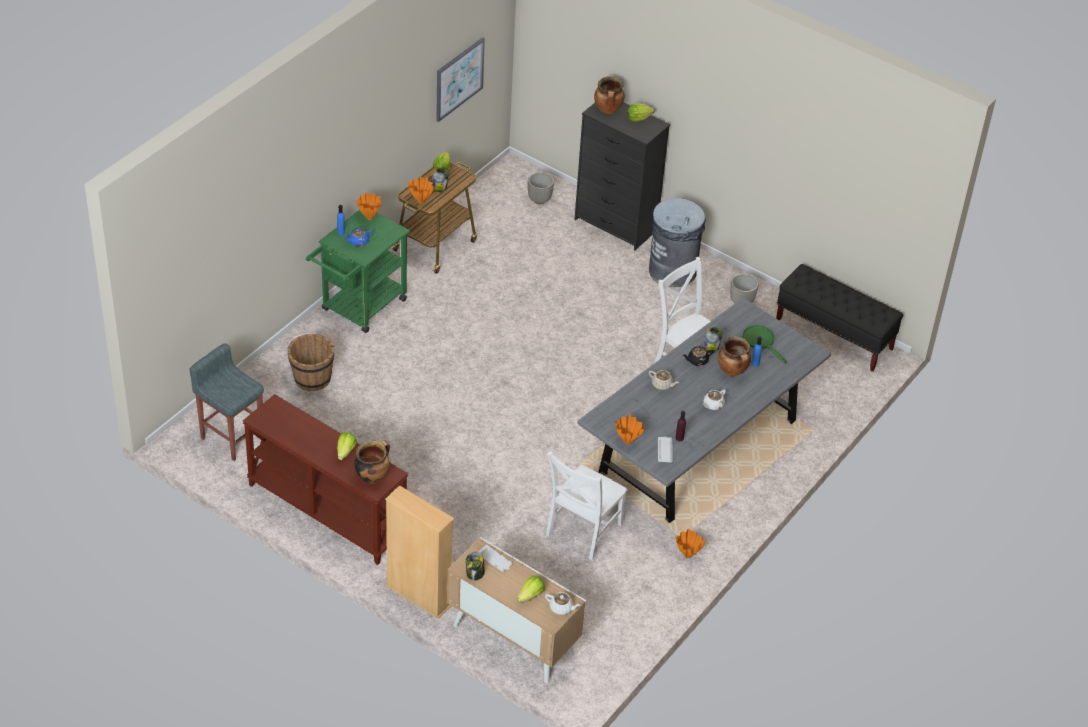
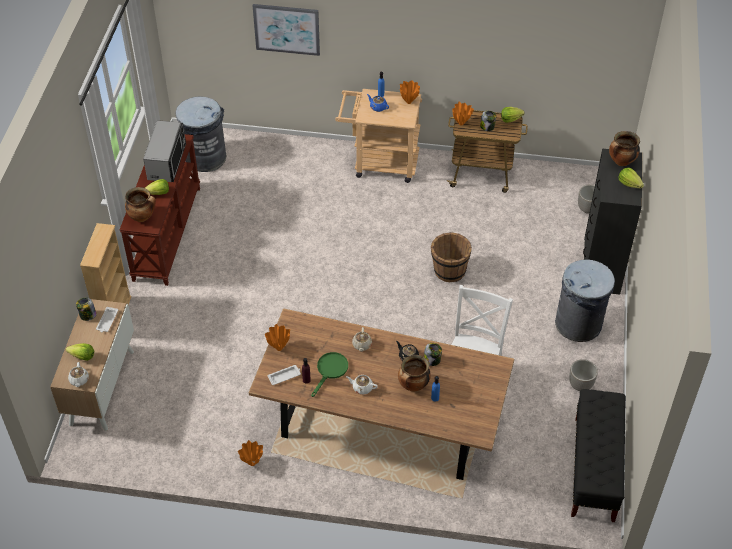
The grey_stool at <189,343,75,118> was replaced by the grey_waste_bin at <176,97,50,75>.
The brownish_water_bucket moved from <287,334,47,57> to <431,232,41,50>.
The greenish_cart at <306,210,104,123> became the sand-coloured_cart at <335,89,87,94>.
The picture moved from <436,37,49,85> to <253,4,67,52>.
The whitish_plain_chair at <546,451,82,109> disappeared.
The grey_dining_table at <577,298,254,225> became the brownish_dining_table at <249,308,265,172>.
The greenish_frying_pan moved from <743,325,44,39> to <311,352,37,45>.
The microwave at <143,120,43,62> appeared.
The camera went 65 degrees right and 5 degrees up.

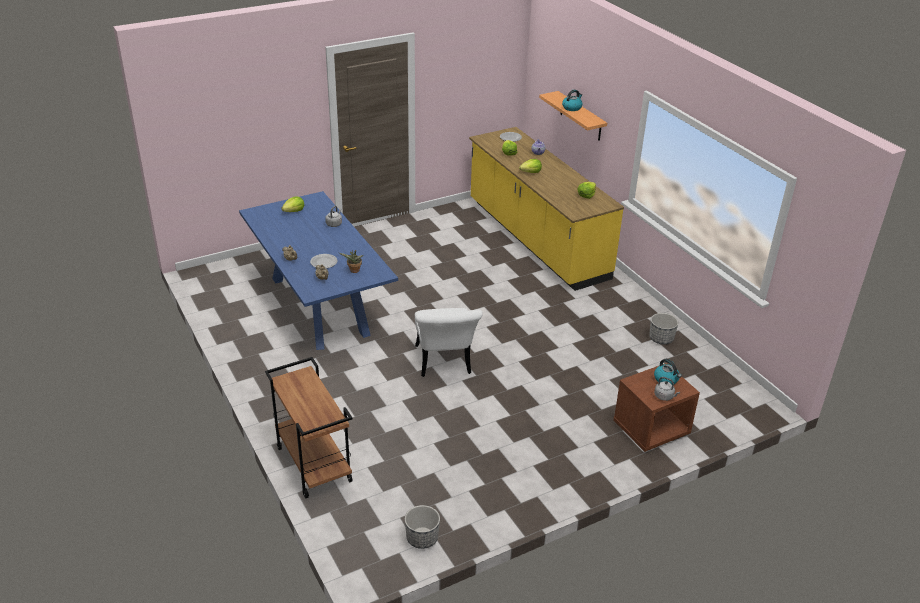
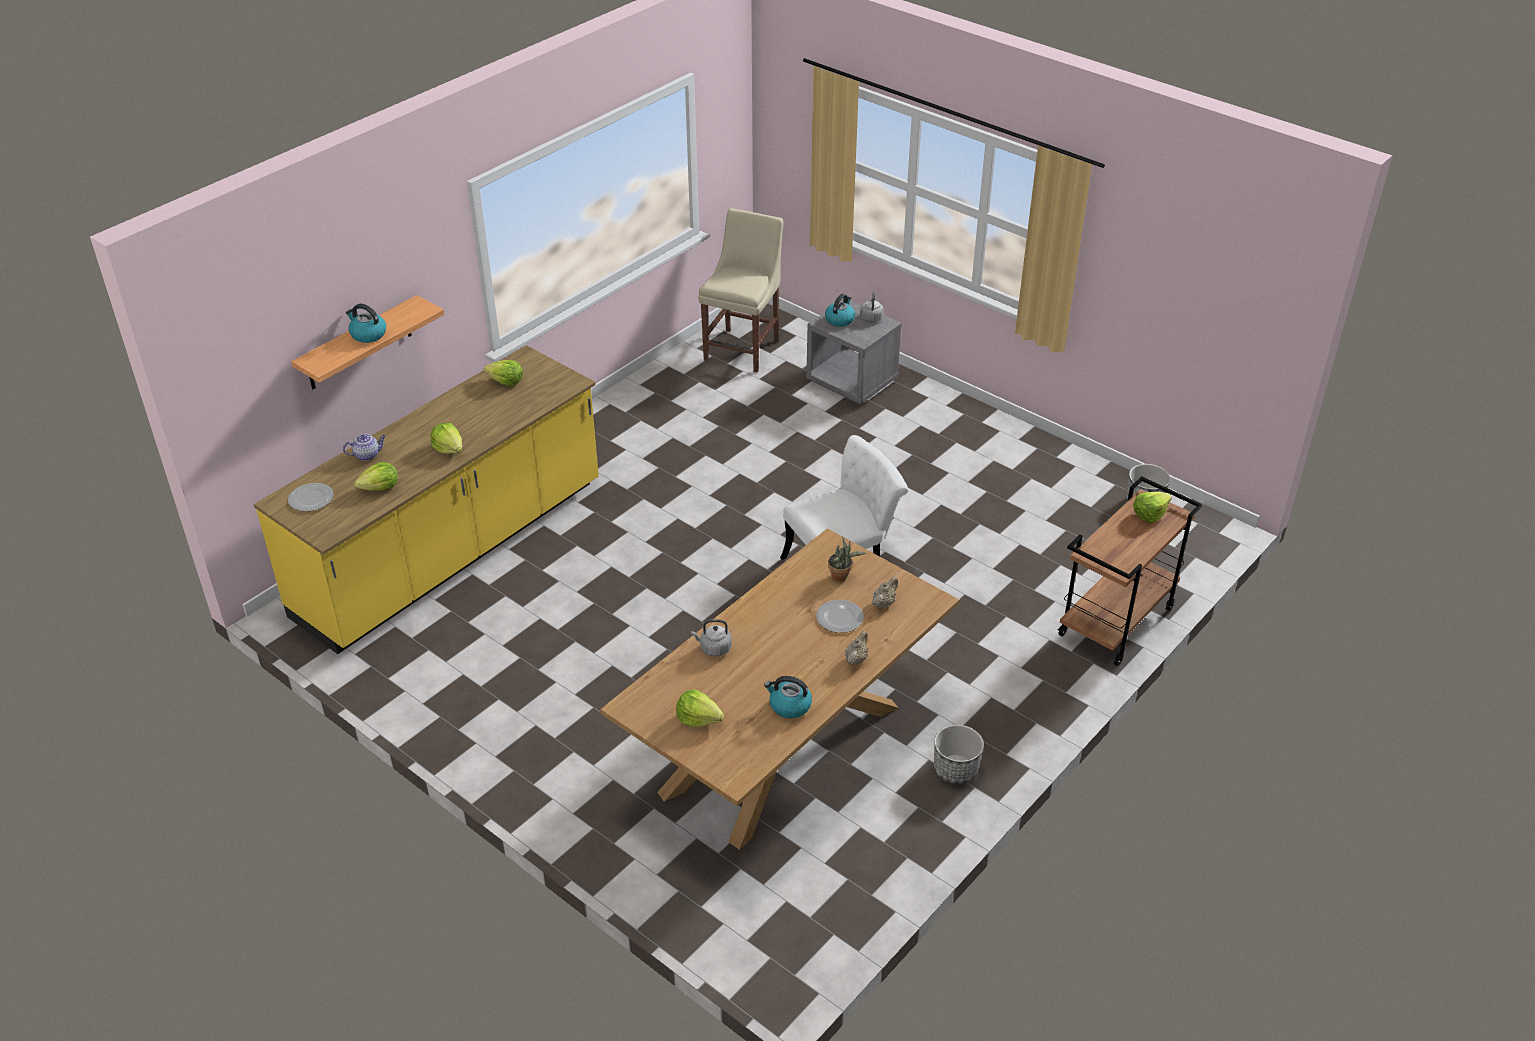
The bluish_dining_table at <239,191,159,159> became the brownish_dining_table at <600,528,359,322>.
The brownish_nightstand at <613,363,87,89> became the grey_nightstand at <806,300,96,104>.
The plant_pot moved from <649,313,29,31> to <934,725,50,59>.
The sand-coloured_plain_chair at <698,208,85,165> appeared.
The water_kettle at <764,676,48,43> appeared.
The lettuce at <1133,492,39,31> appeared.
The camera went 110 degrees left and 5 degrees up.

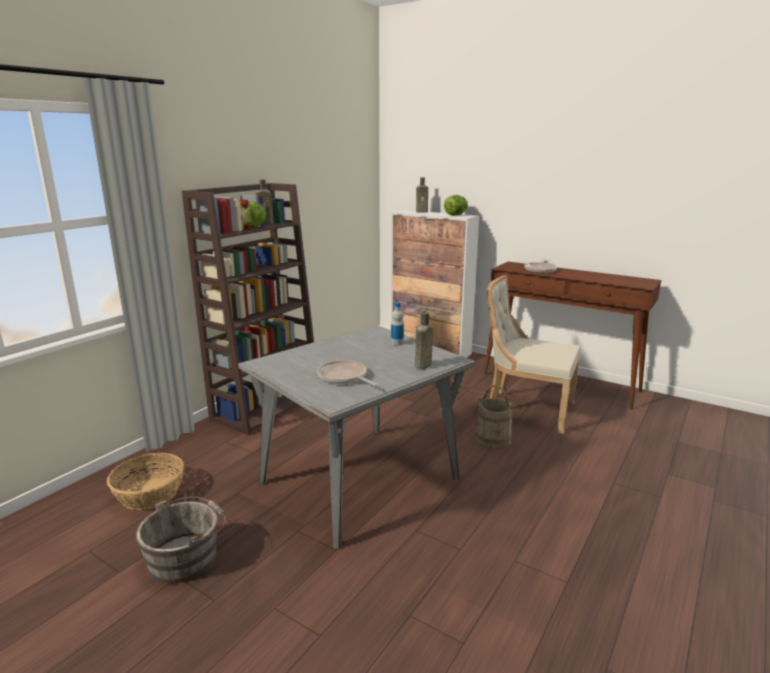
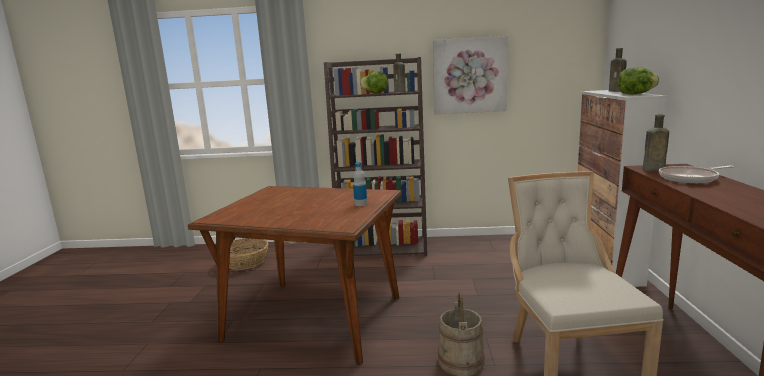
The grey_water_bucket at <136,497,90,87> disappeared.
The grey_dining_table at <238,325,238,224> became the brownish_dining_table at <188,186,214,179>.
The frying_pan at <317,360,61,26> disappeared.
The brownish_drink_bottle moved from <415,311,18,59> to <643,114,26,58>.
The picture at <433,36,75,78> appeared.
The camera went 60 degrees right and 5 degrees down.

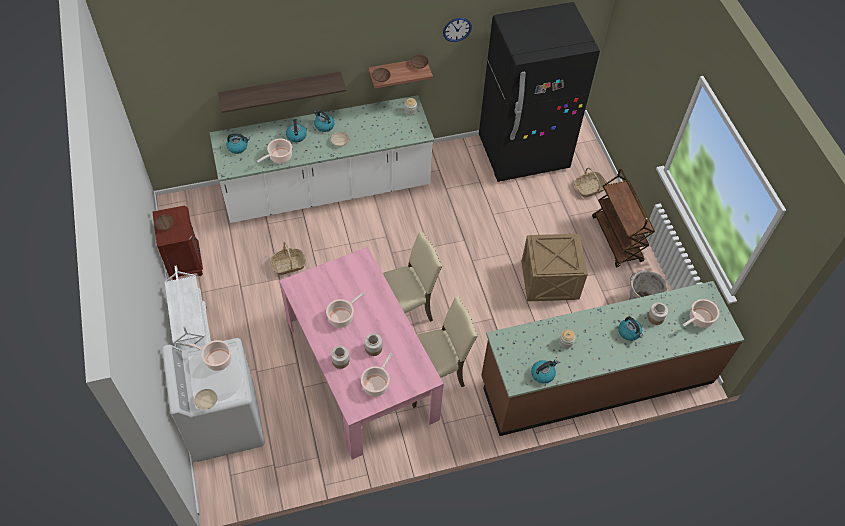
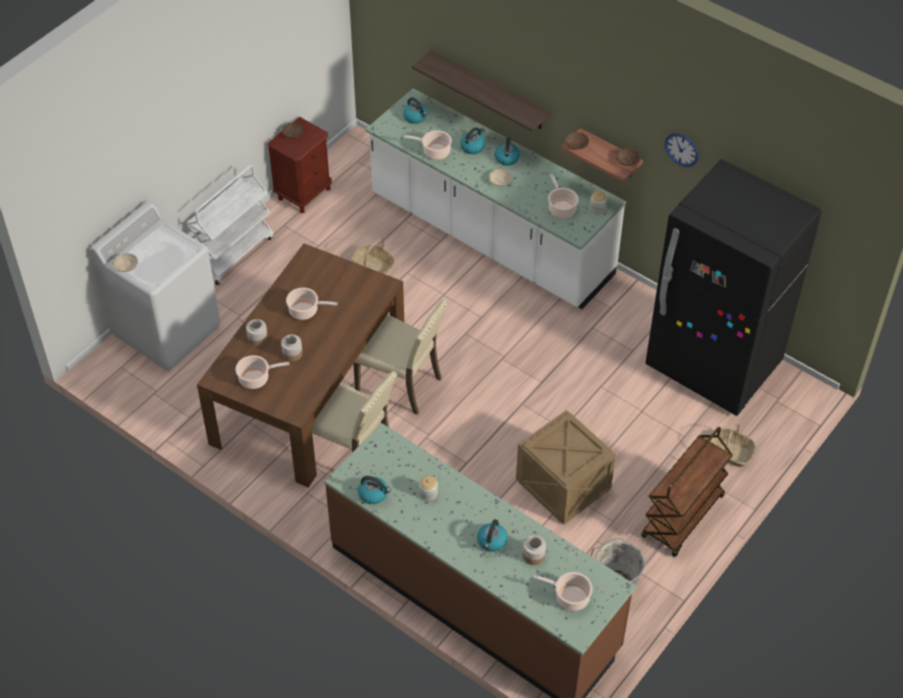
The cooking_pot moved from <186,340,45,31> to <548,174,31,44>.
The pinkish_dining_table at <279,247,165,213> became the brownish_dining_table at <197,243,207,245>.
The camera went 55 degrees right and 5 degrees down.

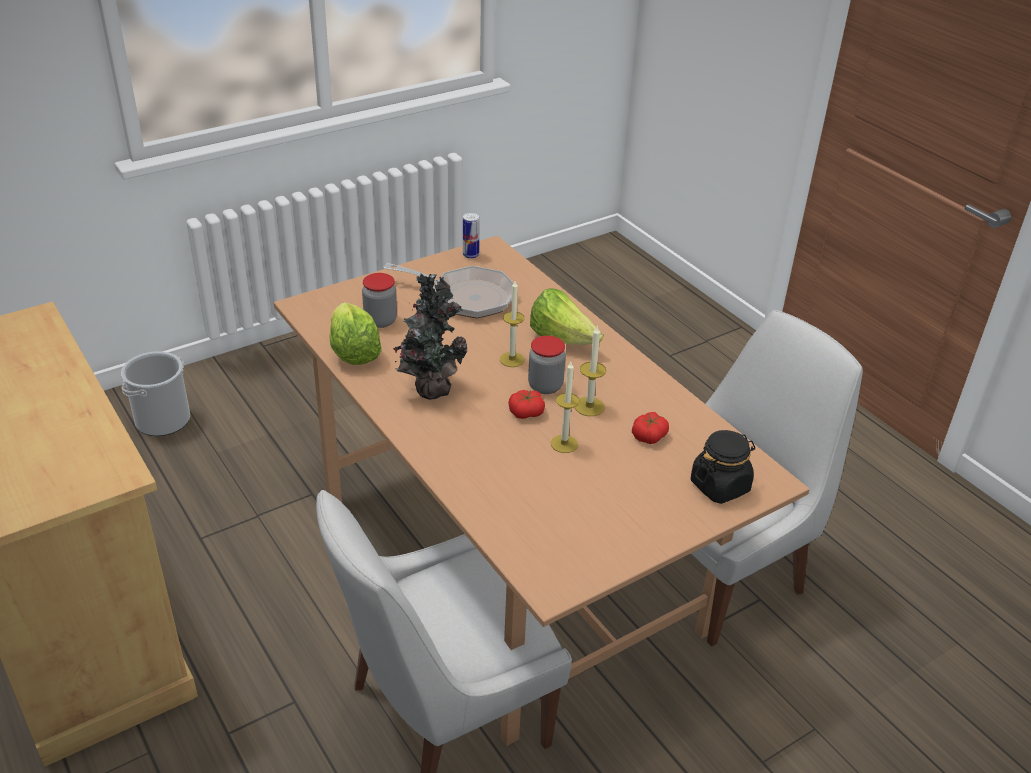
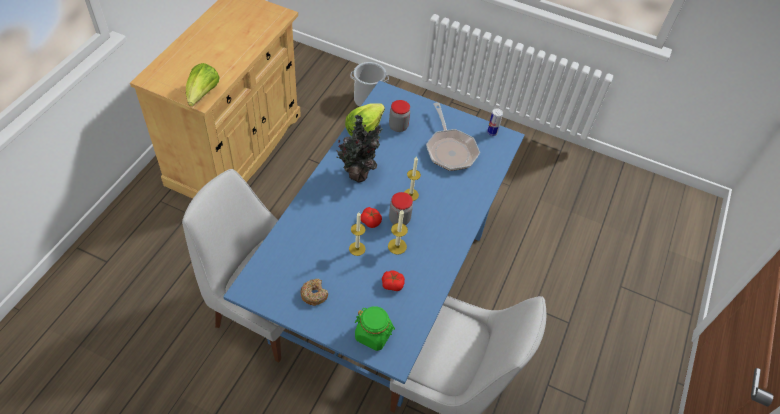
The brownish_dining_table at <274,236,536,510> became the bluish_dining_table at <223,81,302,326>.
The lettuce moved from <530,288,73,57> to <186,63,34,43>.
The black_preserve_jar at <691,430,64,74> became the greenish_preserve_jar at <355,306,40,45>.
The donut at <300,279,28,27> appeared.
The camera went 55 degrees right and 15 degrees up.

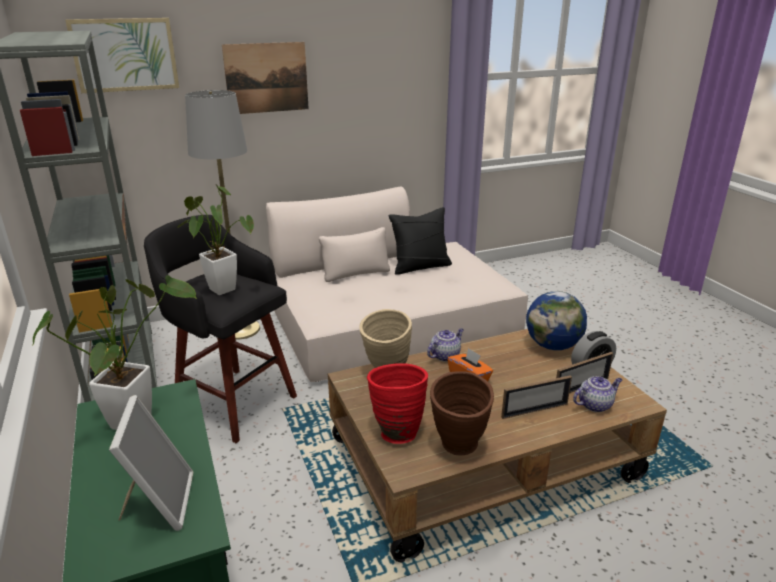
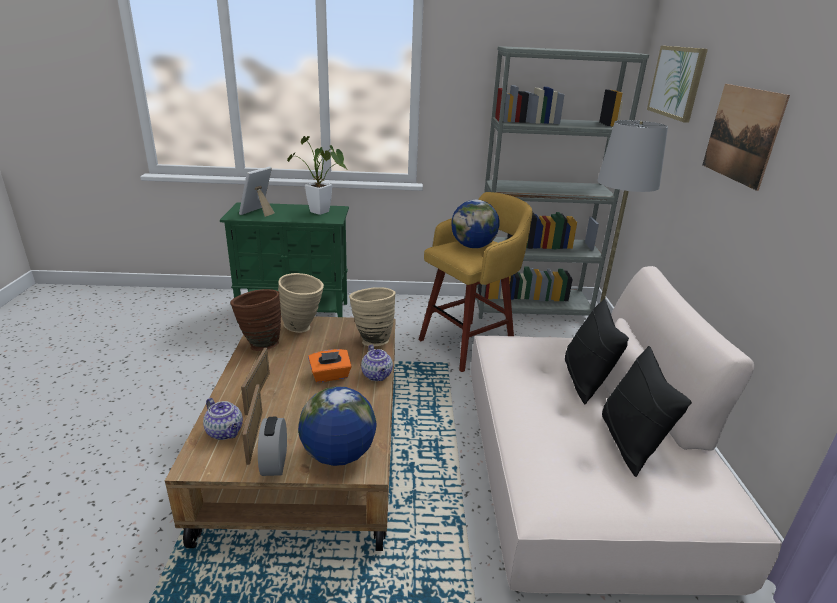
The picture_frame at <109,395,84,136> turned 105 degrees clockwise.
The black_stool at <144,215,153,228> became the yellowish_stool at <419,192,113,180>.
The plant_in_a_pot at <177,184,77,111> was replaced by the desk_globe at <451,200,48,48>.
The red_flower_vase at <367,364,61,80> became the sand-coloured_flower_vase at <278,273,46,60>.
The tea_pot at <573,376,49,36> turned 45 degrees counterclockwise.
The black_pillow at <565,299,64,105> appeared.
The camera went 110 degrees right and 0 degrees up.

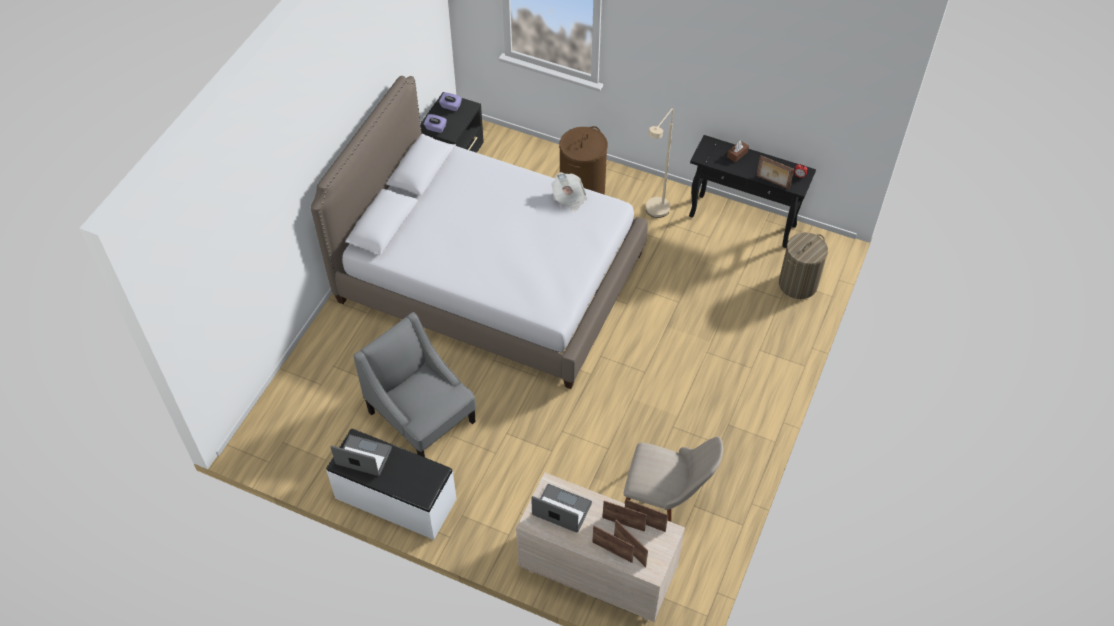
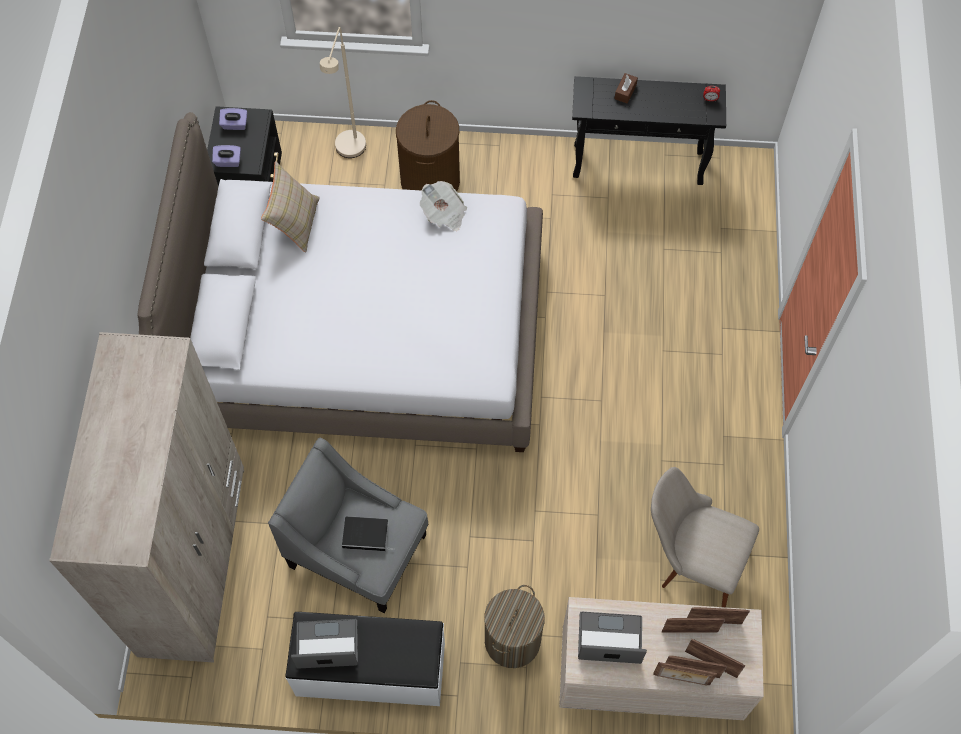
The sand-coloured_plain_chair at <624,437,99,85> turned 150 degrees counterclockwise.
The sand-coloured_standard_lamp moved from <645,108,28,110> to <320,27,46,131>.
The picture_frame moved from <756,155,38,34> to <653,662,64,23>.
The laundry_basket moved from <779,233,49,66> to <484,585,61,83>.
The sand-coloured_clothes_cupboard at <49,332,195,331> appeared.
The sand-coloured_pillow at <261,161,59,92> appeared.
The bound_book at <342,516,53,35> appeared.
The camera went 20 degrees left and 10 degrees up.

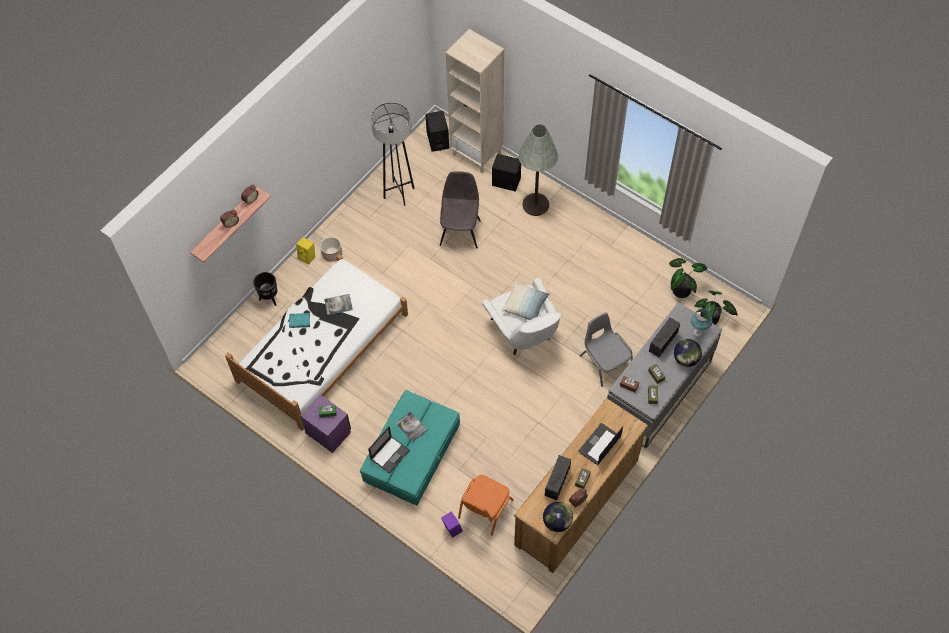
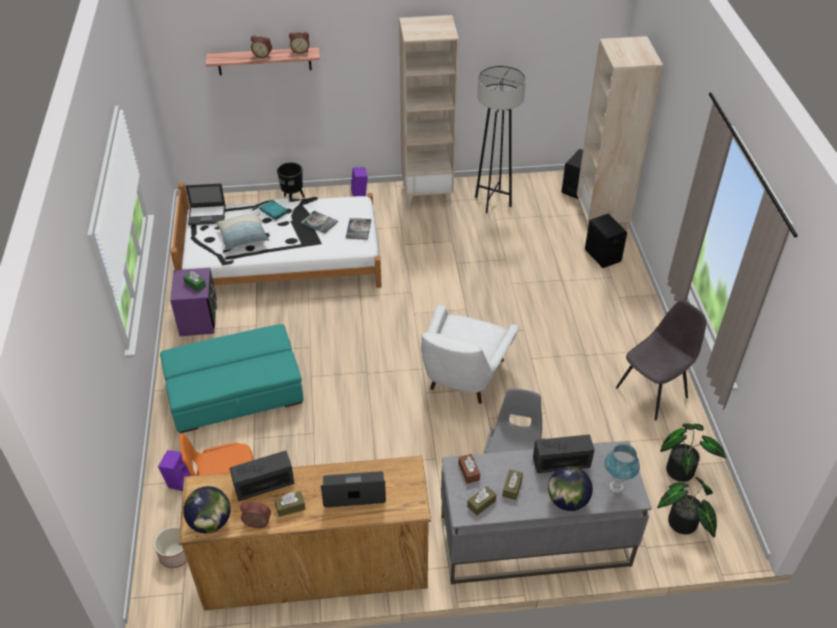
The yellowish_loudspeaker at <296,237,19,27> became the purple-coloured_loudspeaker at <351,167,17,29>.
The plant_pot moved from <320,237,22,25> to <154,527,33,41>.
The portable_computer moved from <368,426,42,48> to <185,183,40,42>.
The bound_book moved from <396,411,32,31> to <346,218,25,22>.
The grey_plain_chair moved from <440,171,41,78> to <616,301,90,120>.
The pillow moved from <502,281,48,39> to <216,213,53,37>.
The grey_standard_lamp at <518,124,40,92> disappeared.
The sand-coloured_bookshelf at <399,15,60,192> appeared.
The camera went 45 degrees right and 15 degrees down.

